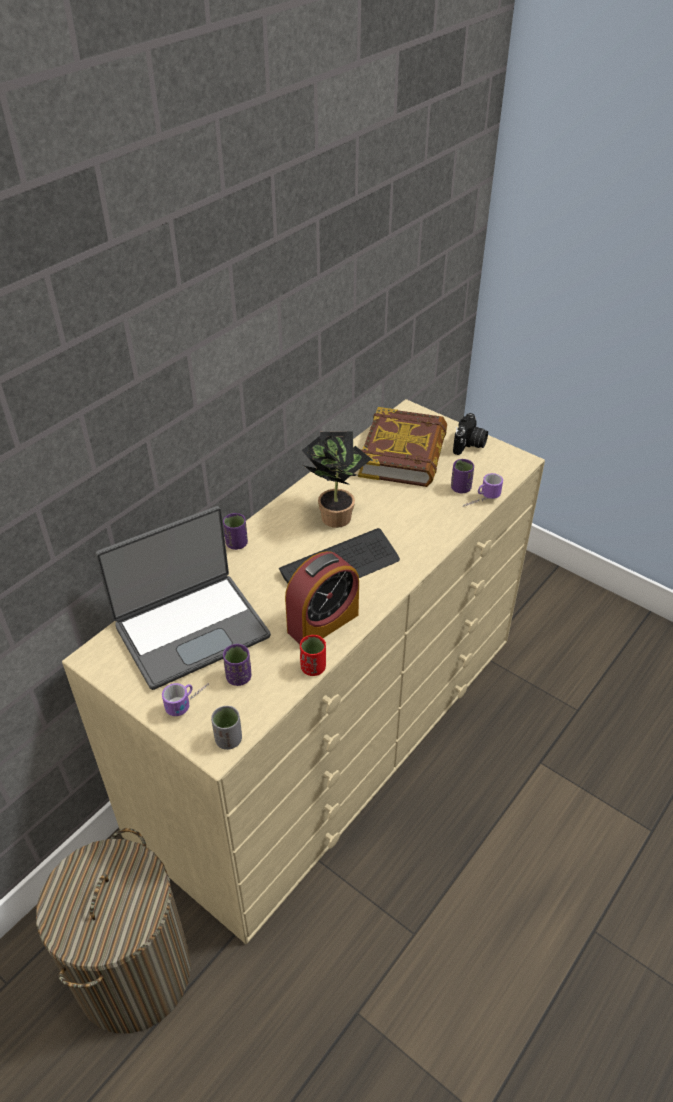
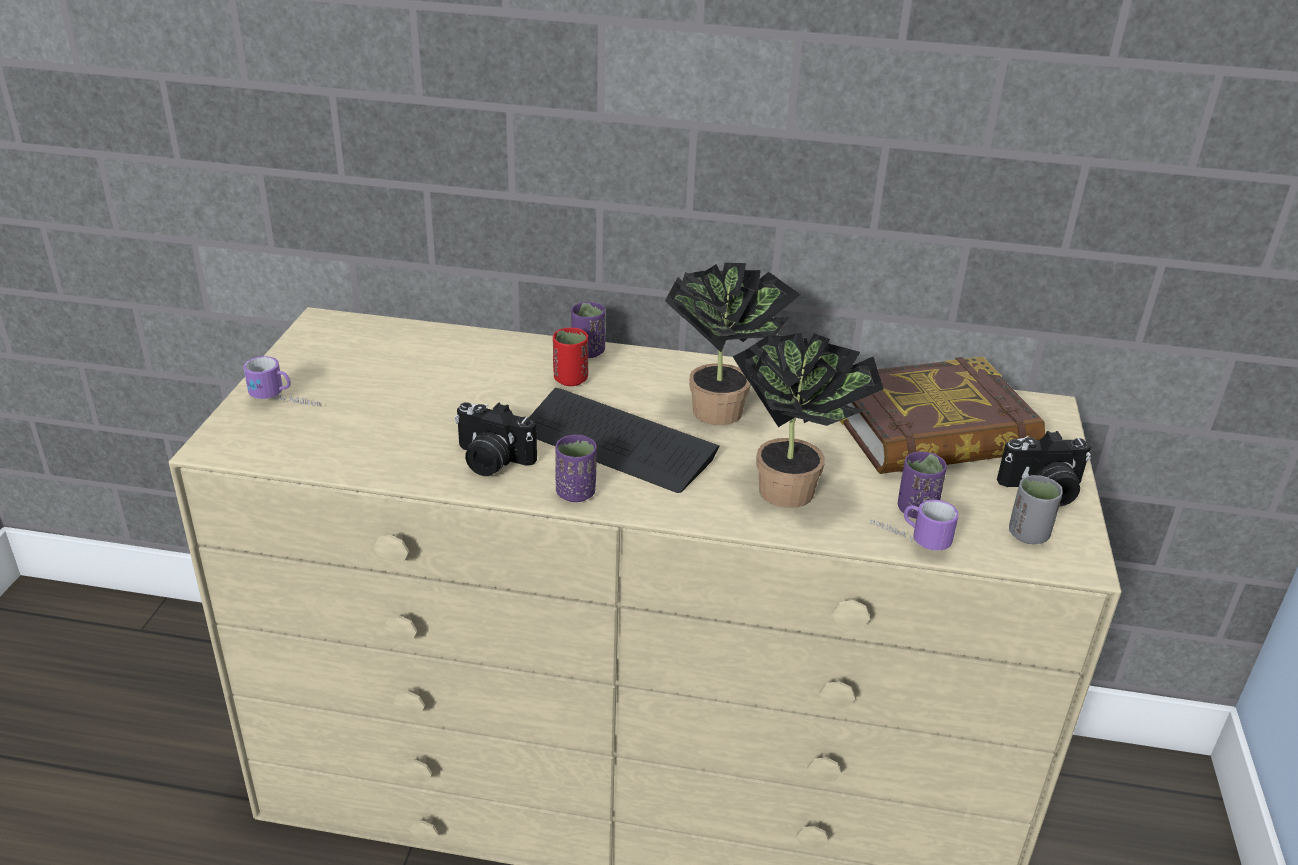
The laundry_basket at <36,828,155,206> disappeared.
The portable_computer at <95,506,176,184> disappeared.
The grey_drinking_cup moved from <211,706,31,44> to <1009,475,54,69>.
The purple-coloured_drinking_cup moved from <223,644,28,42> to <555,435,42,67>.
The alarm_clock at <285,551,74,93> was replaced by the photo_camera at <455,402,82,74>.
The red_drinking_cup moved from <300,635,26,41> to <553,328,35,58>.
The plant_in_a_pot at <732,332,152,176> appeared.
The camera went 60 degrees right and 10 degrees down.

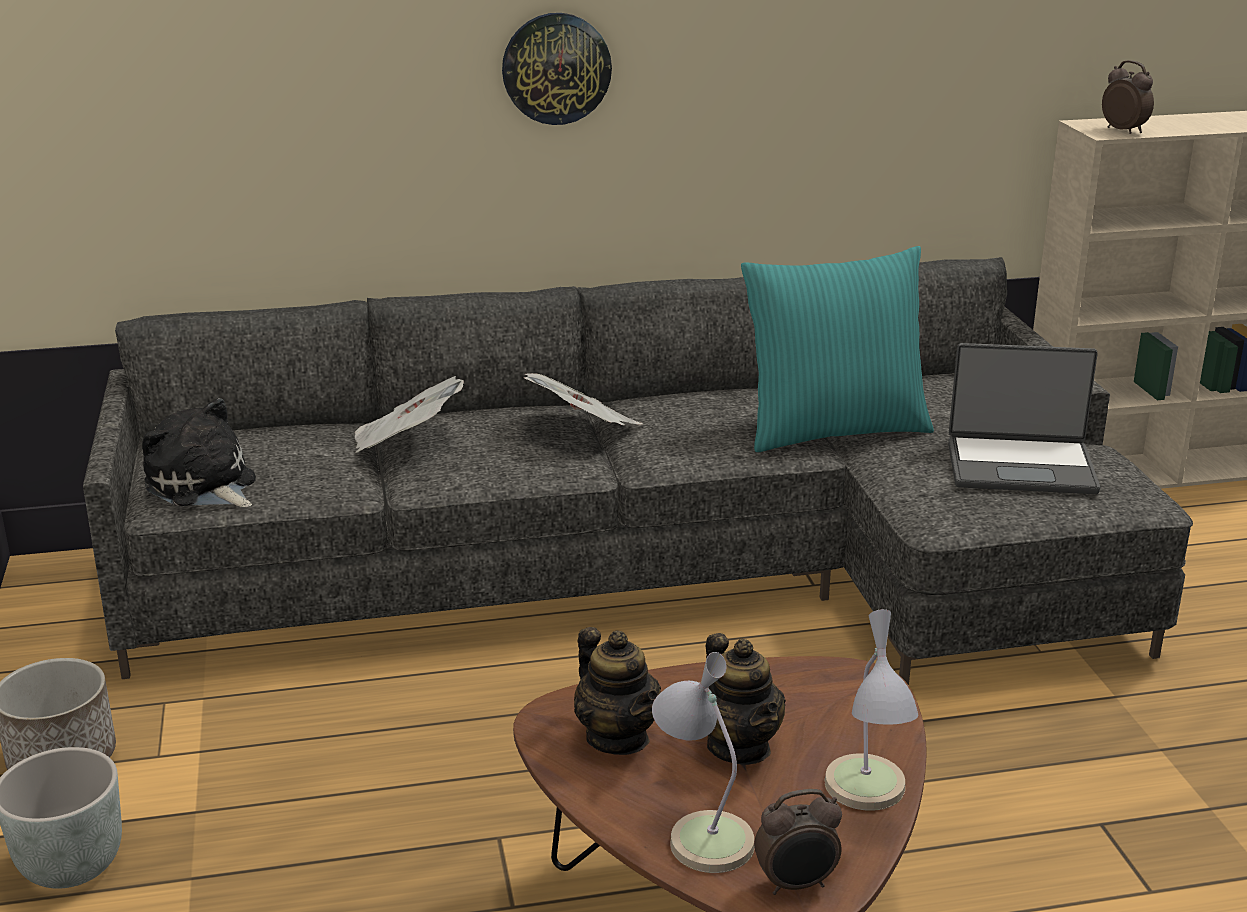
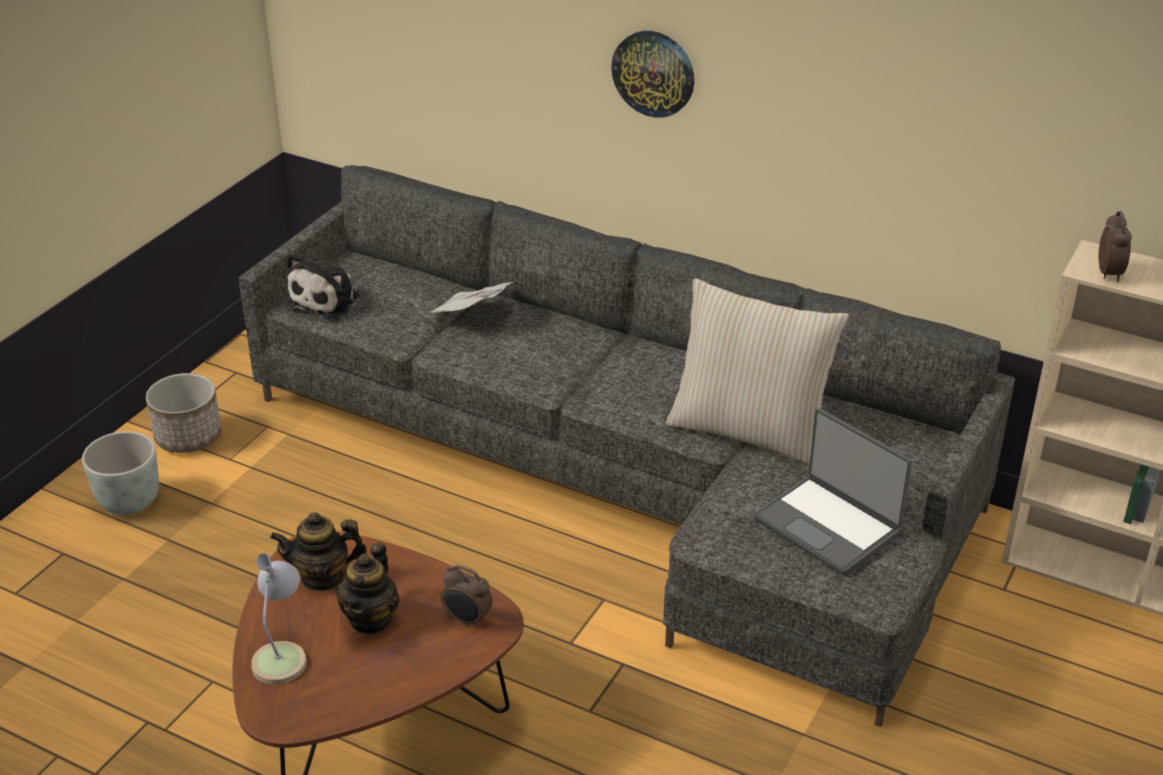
The plush_toy at <142,398,114,109> turned 150 degrees counterclockwise.
The daily_paper at <524,373,119,52> disappeared.
The tea_pot at <574,627,87,128> turned 75 degrees clockwise.
The turquoise_pillow at <741,246,193,206> became the sand-coloured_pillow at <666,279,183,186>.
The alarm_clock moved from <754,789,88,106> to <441,565,52,64>.
The lamp_for_a_table at <825,609,93,202> disappeared.
The camera went 40 degrees right and 10 degrees up.

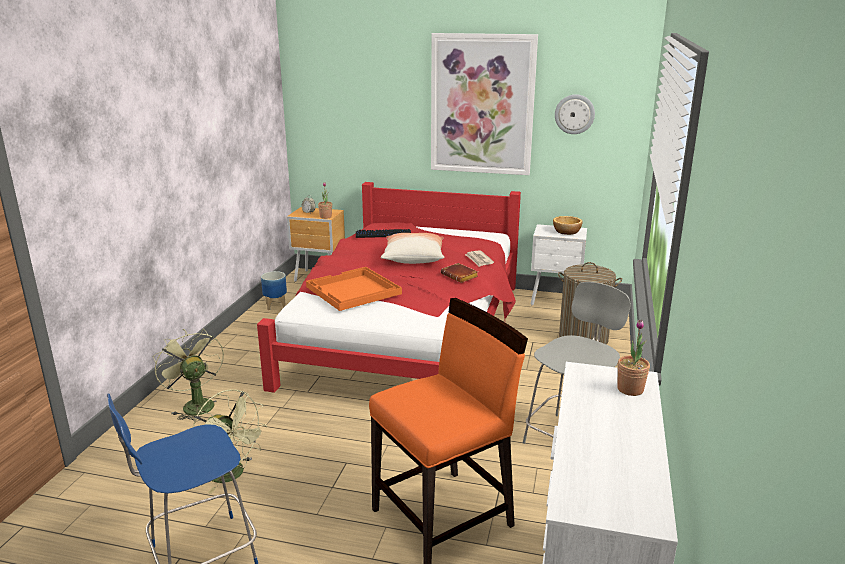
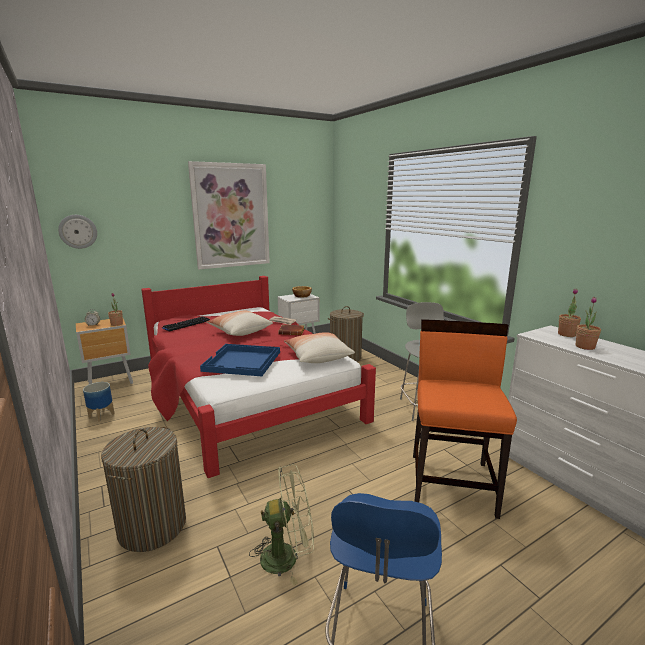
The greenish_fan at <153,329,71,92> was replaced by the laundry_basket at <101,426,85,126>.
The orangey_carrying_tray at <306,267,96,44> became the bluish_carrying_tray at <200,344,80,32>.
The clock_on_the_wall moved from <555,94,40,40> to <58,215,39,34>.
The pillow at <284,332,71,31> appeared.
The plant_in_a_pot at <576,297,25,53> appeared.
The camera went 45 degrees left and 5 degrees down.

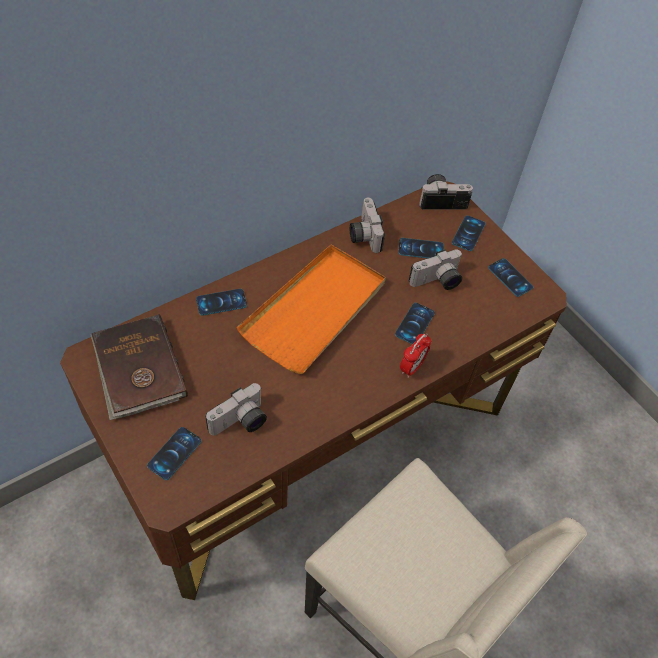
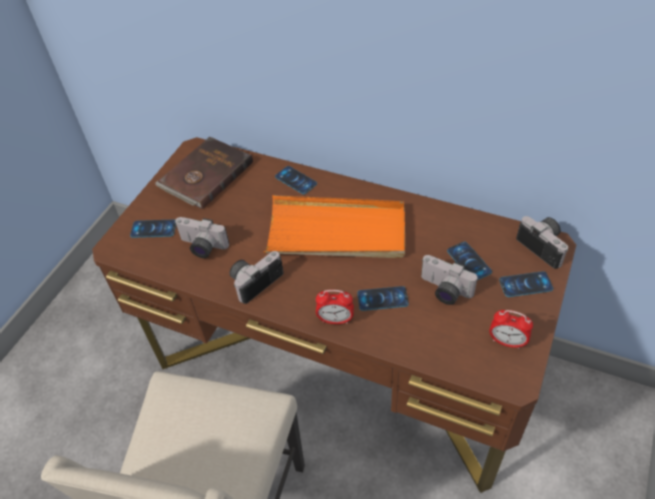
The photo_camera moved from <350,198,35,55> to <229,251,55,53>.
The phone at <488,258,45,39> was replaced by the alarm_clock at <489,310,44,39>.
The camera went 65 degrees right and 5 degrees down.

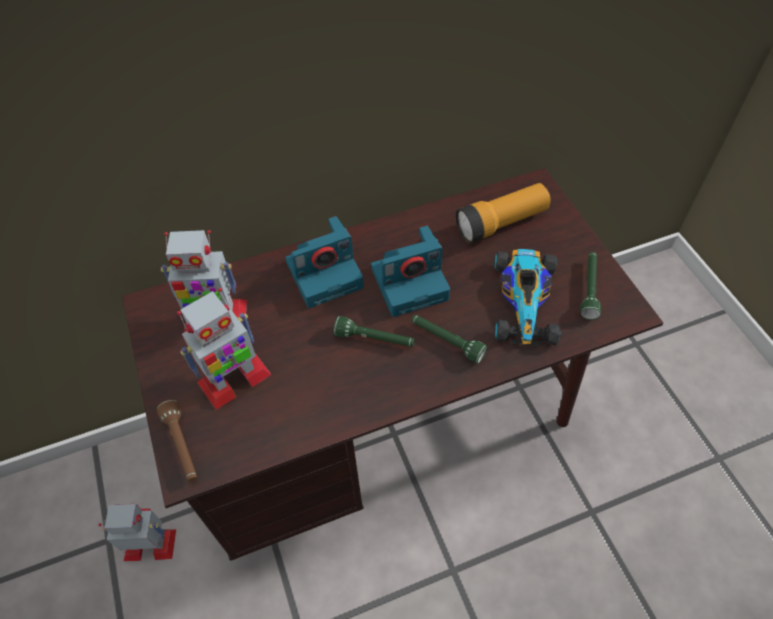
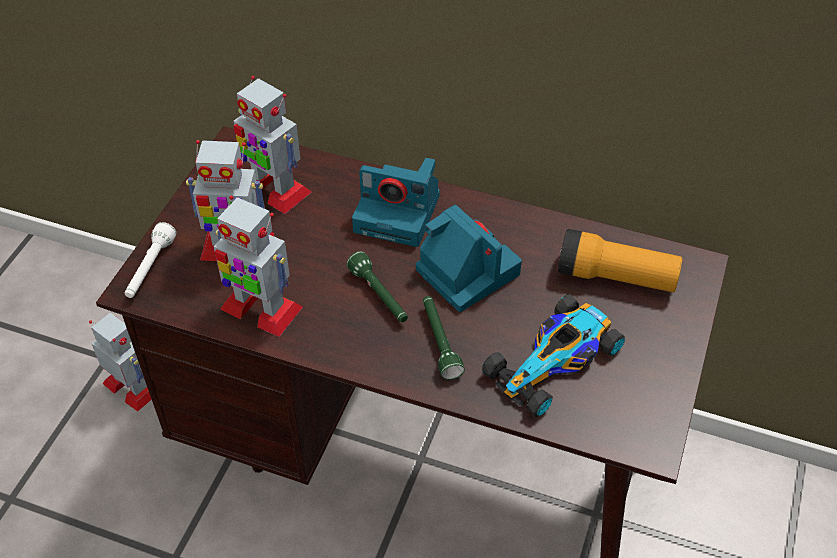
The brownish_torch at <157,399,40,83> became the whitish_torch at <125,222,52,76>.
The photo_camera at <371,226,79,91> turned 150 degrees counterclockwise.
The greenish_torch at <580,252,21,68> disappeared.
The model_robot at <213,195,90,142> appeared.
The camera went 40 degrees right and 5 degrees down.

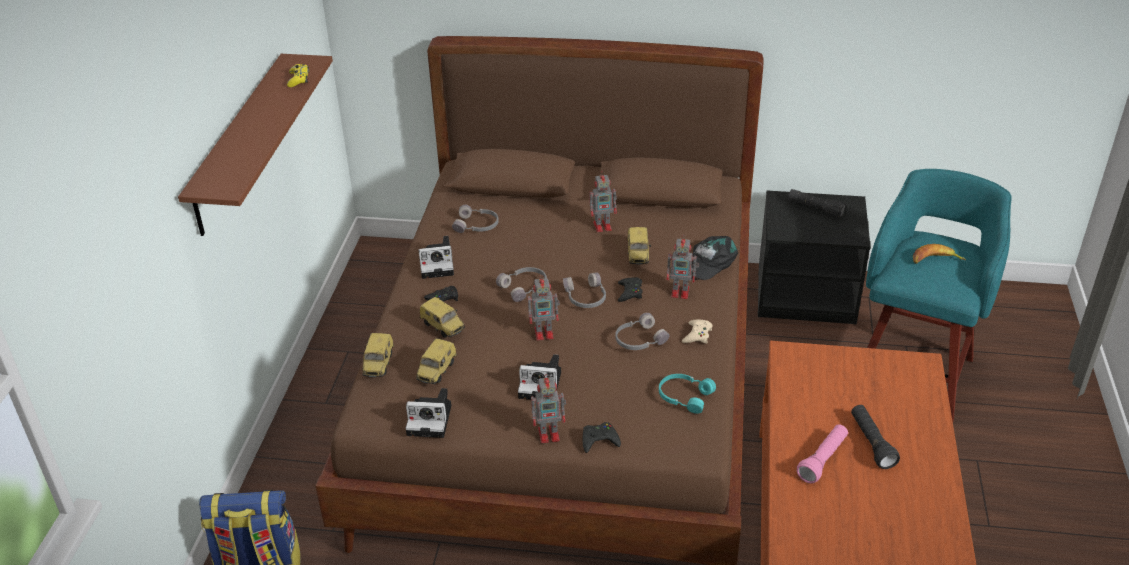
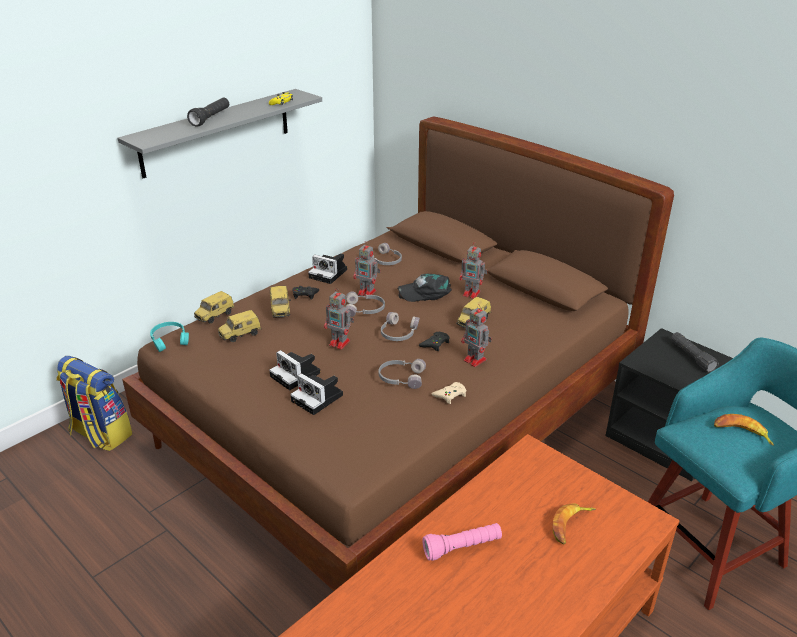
The brownish_bracket_shelf at <178,54,155,182> became the grey_bracket_shelf at <118,89,204,89>.
The photo_camera moved from <405,388,46,50> to <290,373,53,42>.
The model_robot moved from <531,374,35,69> to <353,241,27,55>.
The black_game_controller at <583,422,38,31> disappeared.
The turquoise_headphones moved from <659,374,57,40> to <150,322,39,30>.
The black_cap moved from <691,236,47,44> to <398,274,54,28>.
The black_torch moved from <851,405,49,64> to <187,98,42,29>.
The whole_banana at <553,503,43,41> appeared.
The camera went 35 degrees right and 5 degrees down.

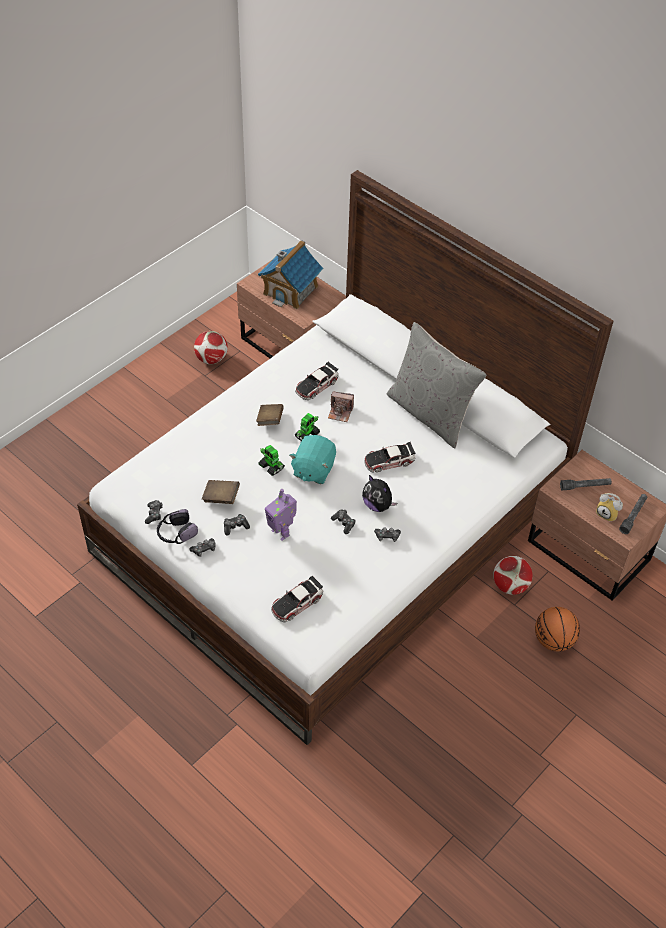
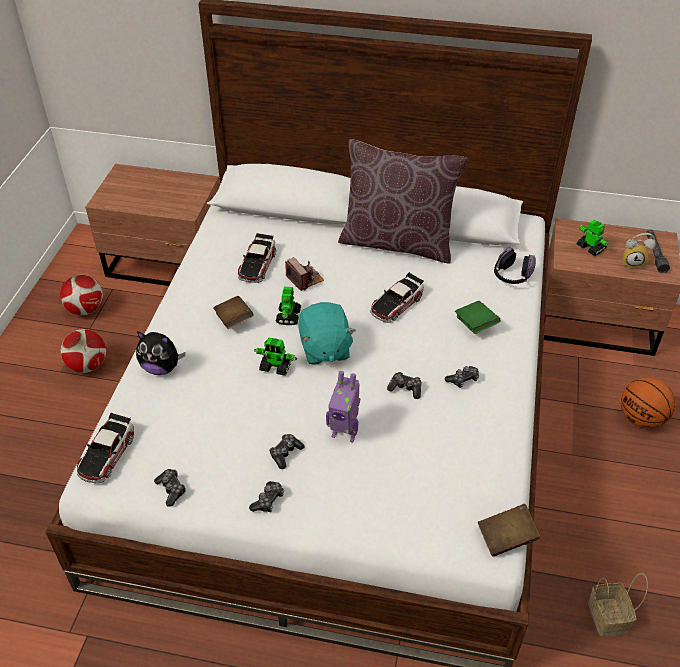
The headphones moved from <157,509,41,35> to <494,247,42,37>.
The brownish_bound_book moved from <202,480,38,24> to <478,504,62,53>.
The model_house at <258,240,65,69> disappeared.
The toy_car moved from <271,575,52,47> to <77,413,57,70>.
The photo_camera at <328,392,26,30> turned 105 degrees counterclockwise.
The plush_toy moved from <362,475,35,37> to <136,331,49,44>.
The grey_pillow at <387,322,99,126> became the brownish_pillow at <338,139,130,125>.
The football_ball moved from <493,556,40,39> to <61,329,45,44>.
The grey_torch at <560,478,52,13> was replaced by the model_robot at <577,220,32,36>.
The greenish_bound_book at <455,301,46,33> appeared.
The household_basket at <588,573,60,63> appeared.
The camera went 30 degrees left and 5 degrees down.

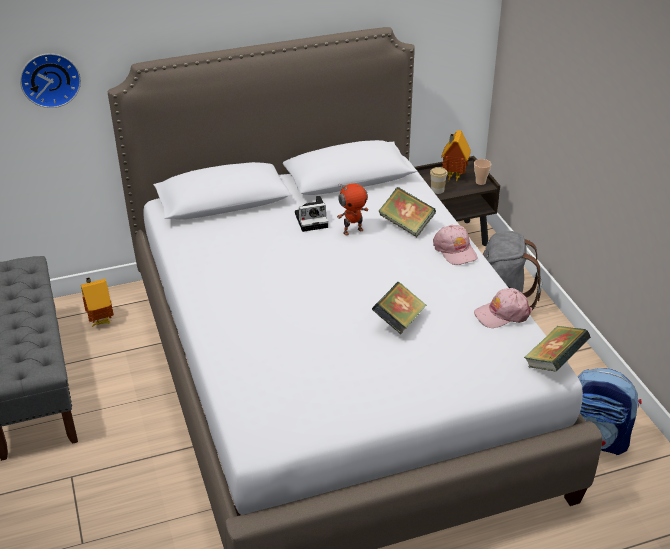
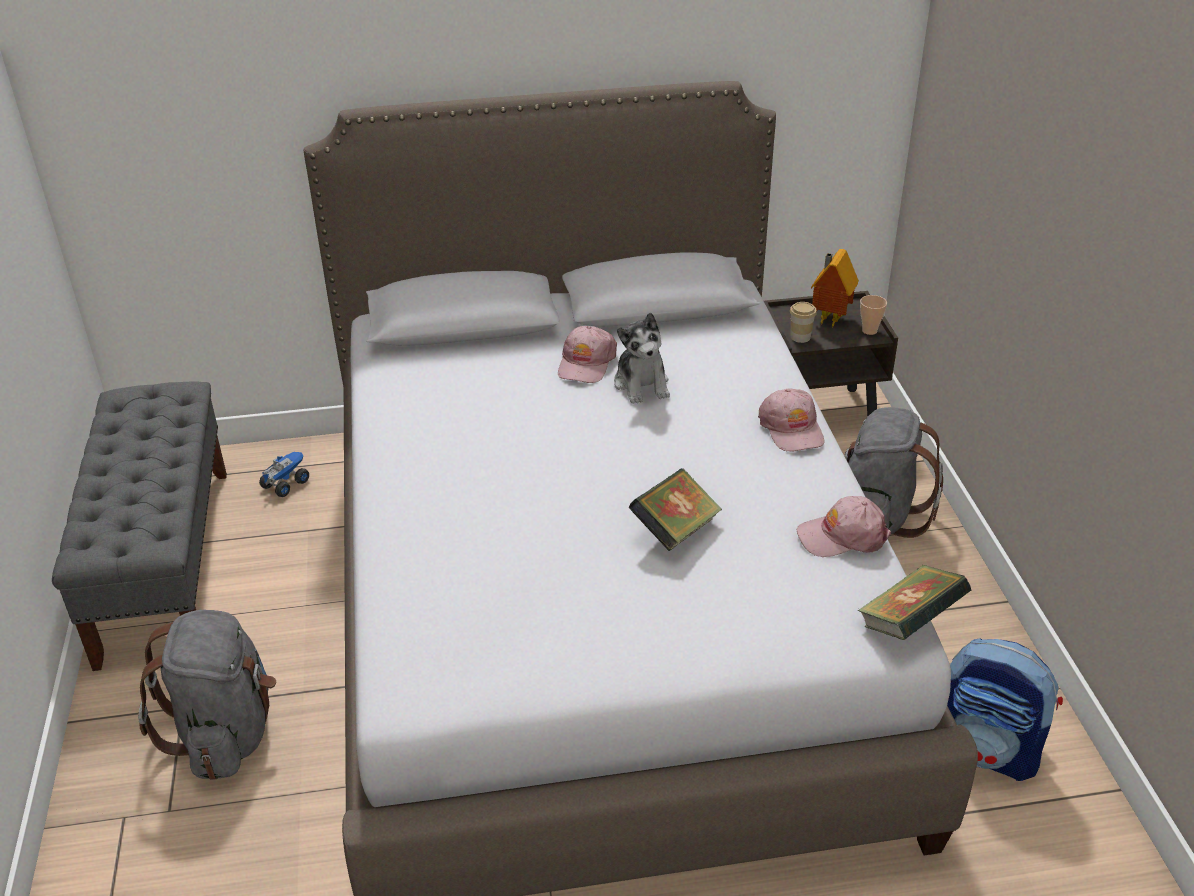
The clock_on_the_wall at <20,53,61,55> disappeared.
The model_house at <81,277,33,50> was replaced by the model_truck at <259,452,50,45>.
The photo_camera at <295,196,33,36> was replaced by the pinkish_cap at <558,326,59,57>.
The model_robot at <337,183,32,52> was replaced by the plush_toy at <614,313,56,91>.
The bound_book at <379,187,57,50> disappeared.
The grey_rucksack at <138,610,138,170> appeared.
The camera went 10 degrees right and 0 degrees up.

